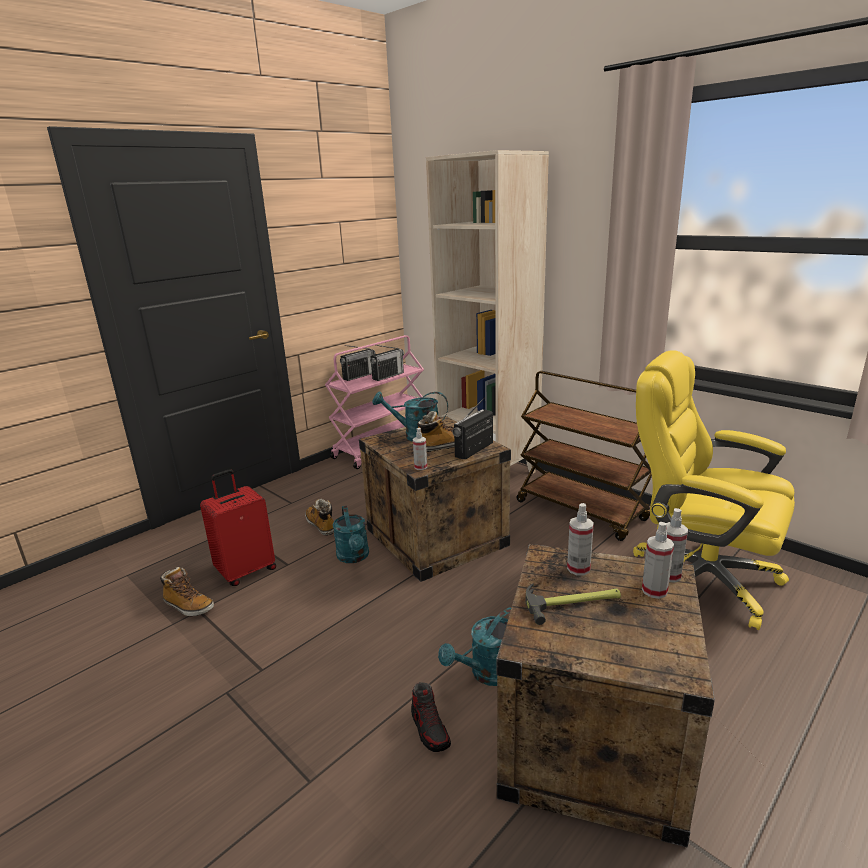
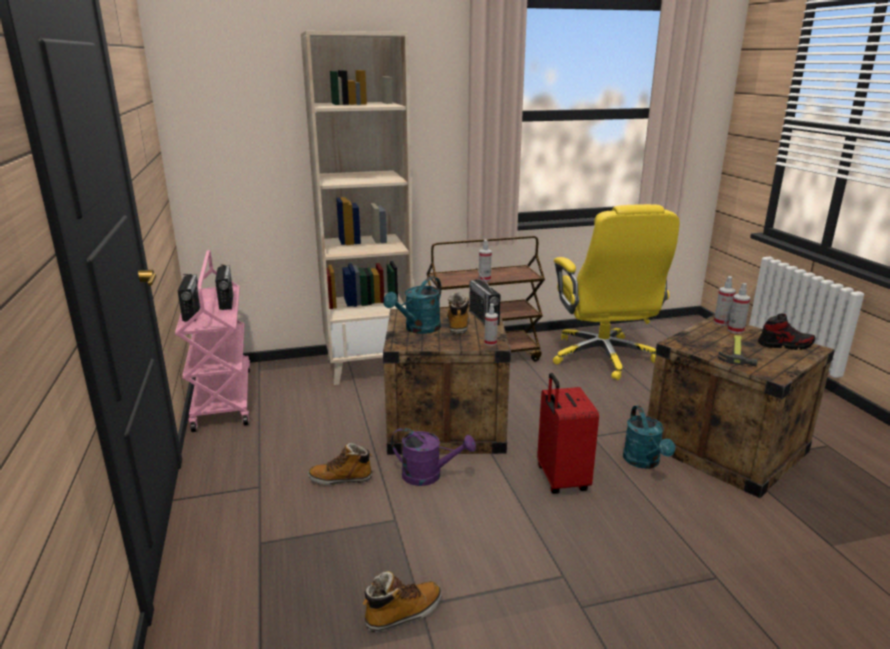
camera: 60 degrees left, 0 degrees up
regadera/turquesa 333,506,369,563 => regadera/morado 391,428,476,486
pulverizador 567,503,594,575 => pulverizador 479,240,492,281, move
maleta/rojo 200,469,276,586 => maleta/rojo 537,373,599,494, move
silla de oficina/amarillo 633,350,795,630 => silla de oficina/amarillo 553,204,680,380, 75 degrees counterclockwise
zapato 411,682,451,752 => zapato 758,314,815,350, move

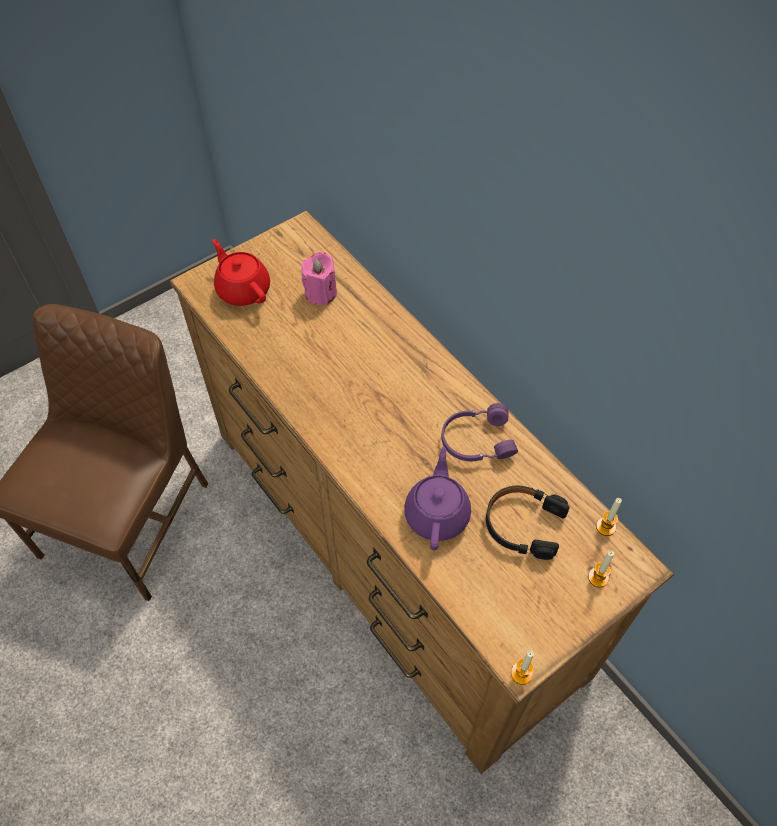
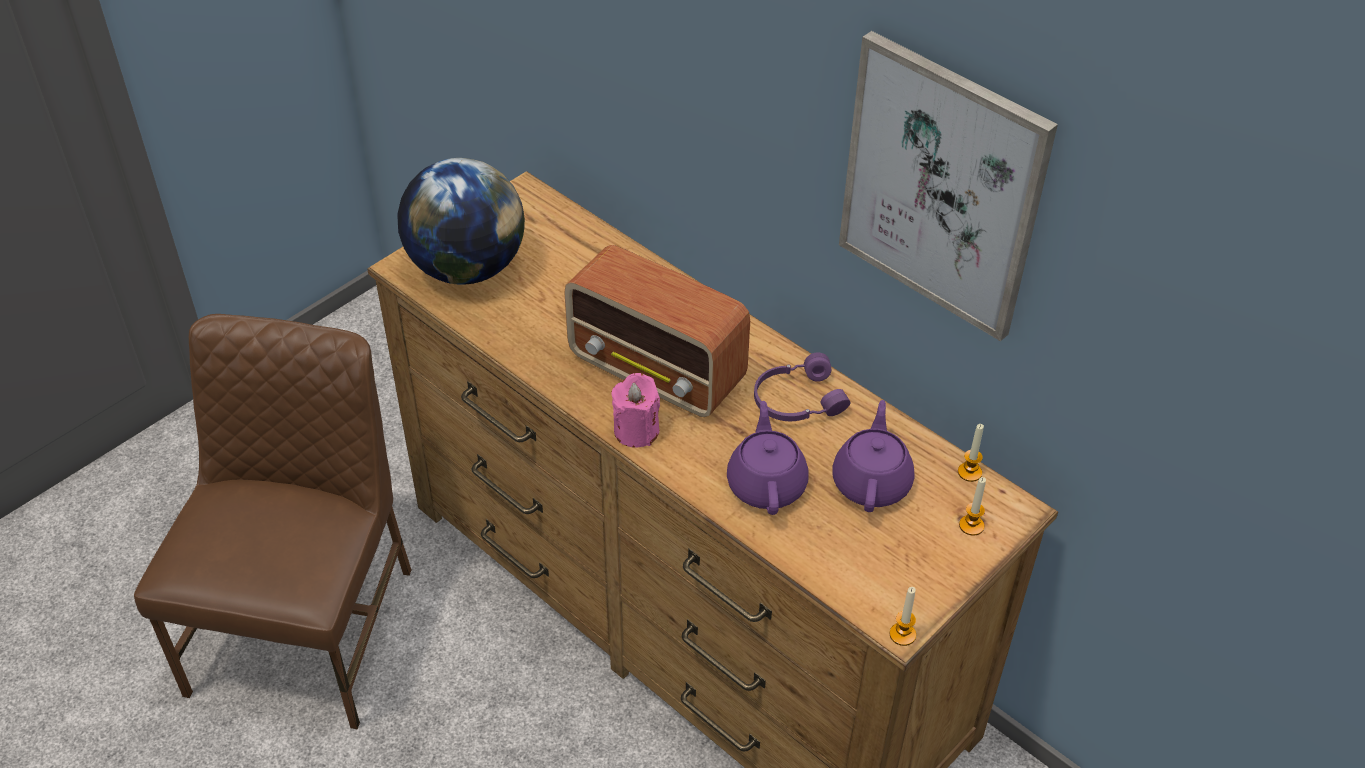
camera: 10 degrees left, 10 degrees down
tetera/rojo 212,239,270,306 => globo terráqueo 397,158,525,285
nothing => radio 564,245,750,417
vela/rosa 301,252,337,305 => vela/rosa 611,373,660,447, move
auriculares/negro 486,486,569,560 => tetera/morado 832,400,915,512
nothing => cuadro 839,31,1058,341

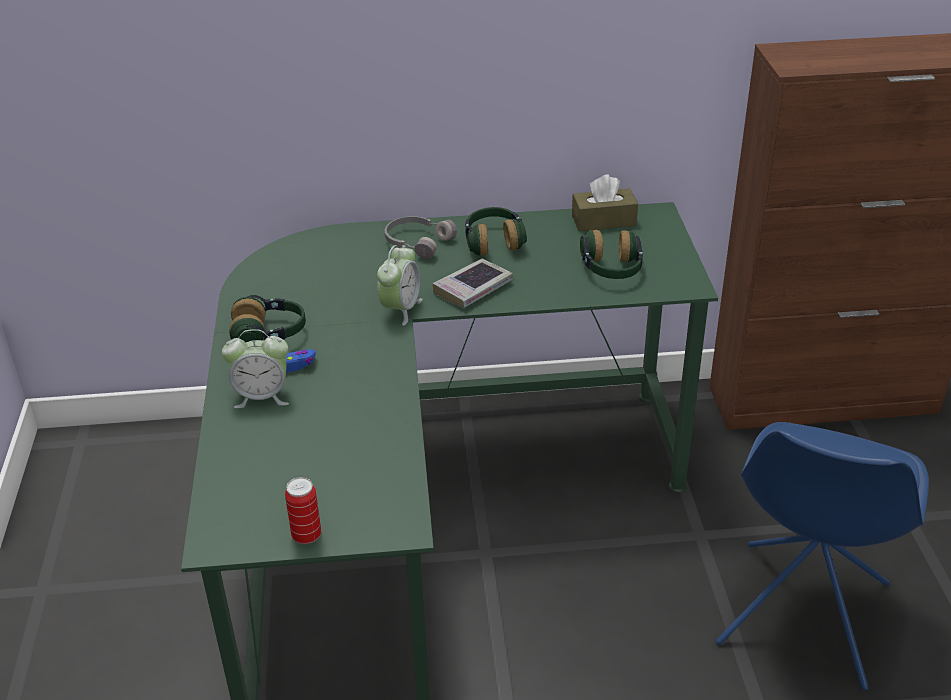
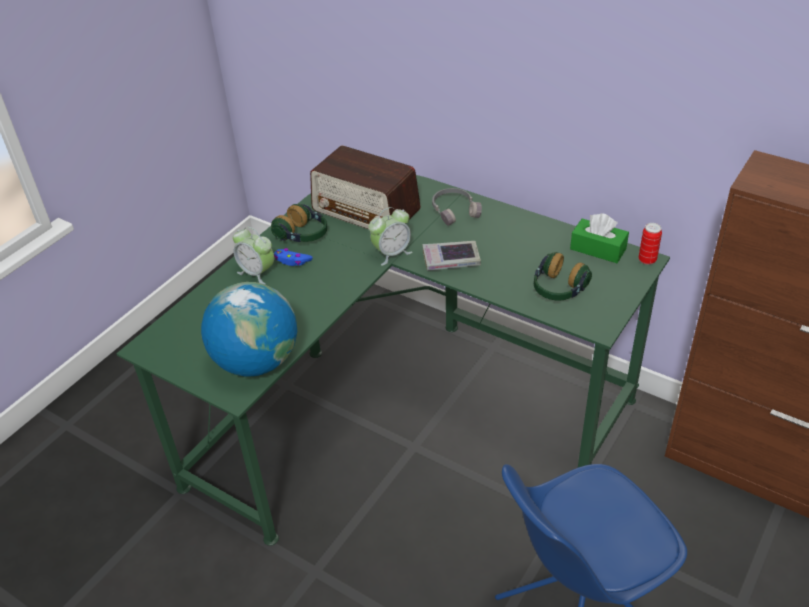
camera: 40 degrees right, 5 degrees up
nothing => globo terráqueo 201,282,297,377
nothing => radio 310,145,421,229
caja de pañuelos/marrón 572,174,638,231 => caja de pañuelos/verde 570,213,629,263
lata 285,477,321,544 => lata 639,223,662,265, move
auriculares 465,207,527,256 => nothing

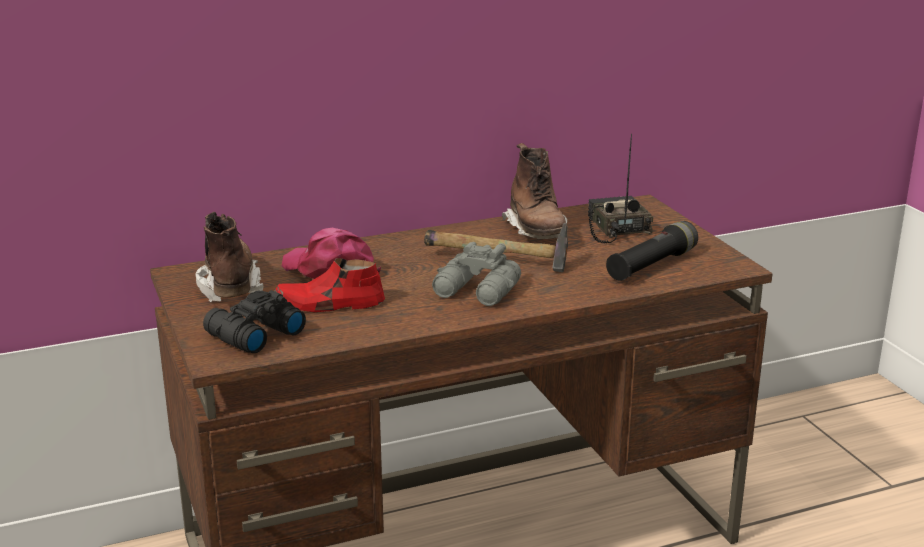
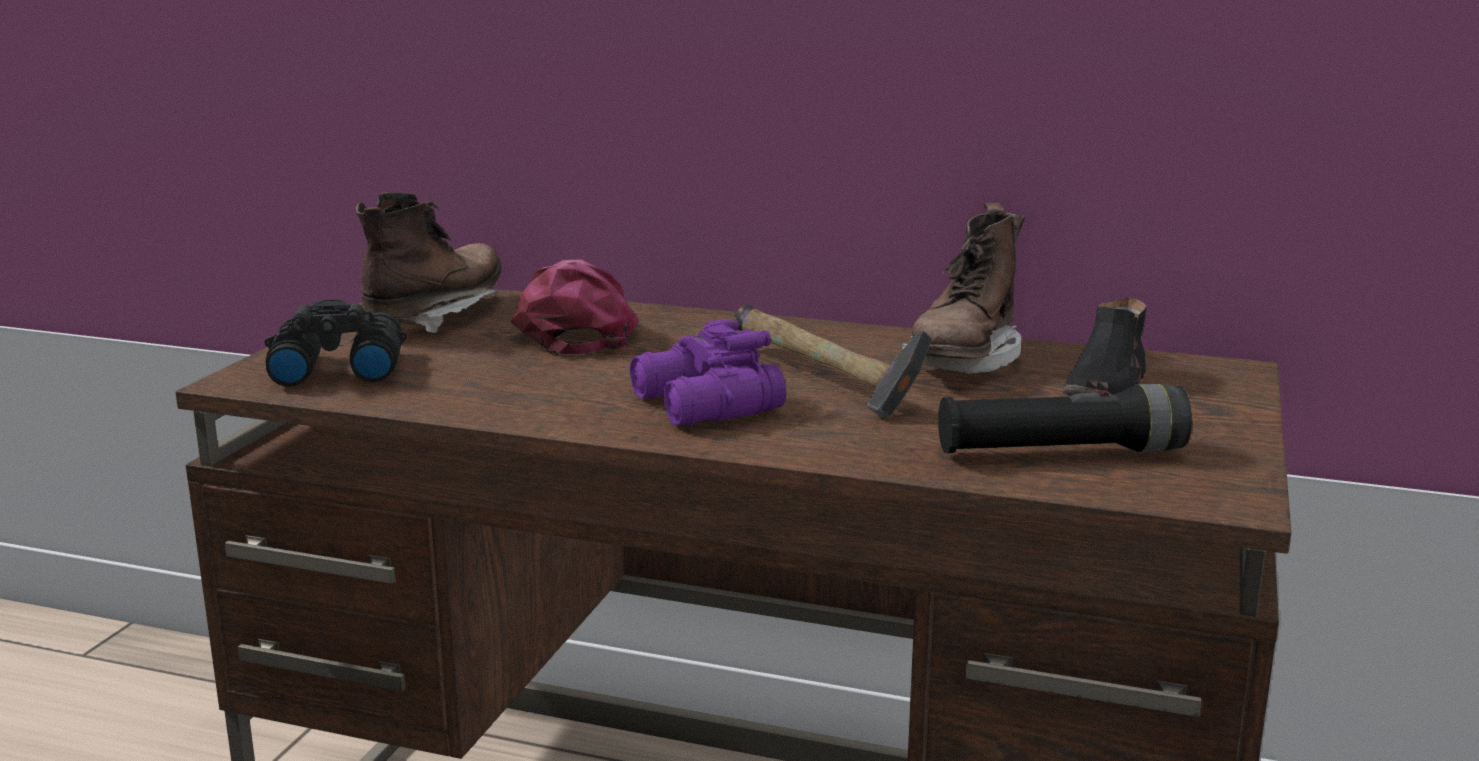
camera: 40 degrees right, 5 degrees down
prismáticos/gris 432,242,521,306 => prismáticos/morado 630,319,786,426
radio 588,134,653,243 => zapato/negro 1062,297,1147,396
zapato/rojo 275,258,385,312 => nothing

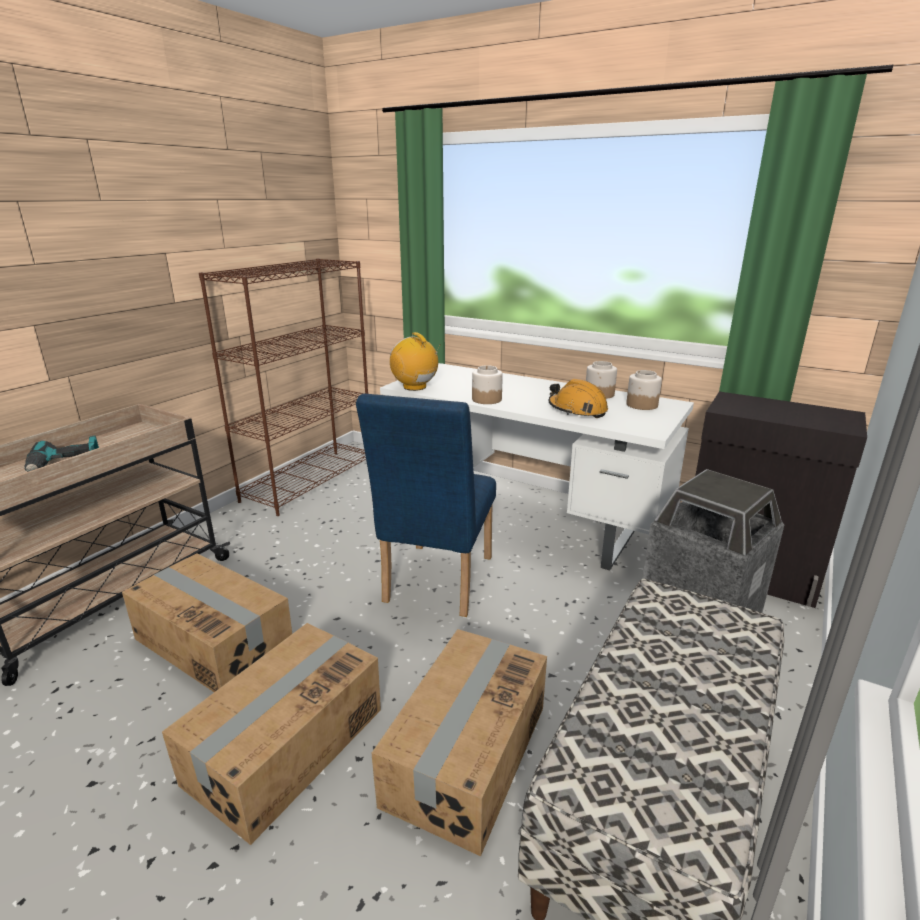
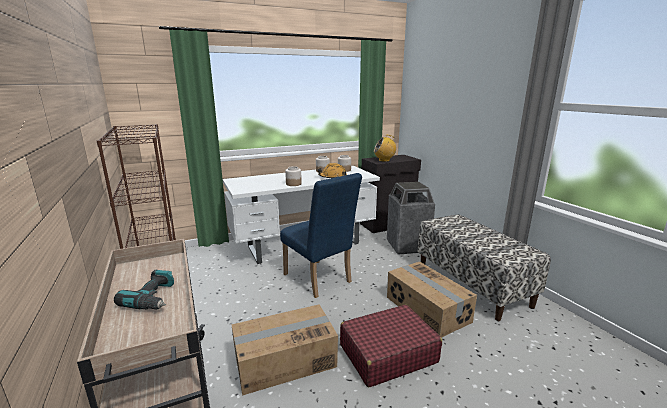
camera: 55 degrees left, 5 degrees down
caja de cartón 162,623,381,845 => maleta/rojo 340,305,442,387
radio 390,332,439,391 => radio 374,135,396,162, move

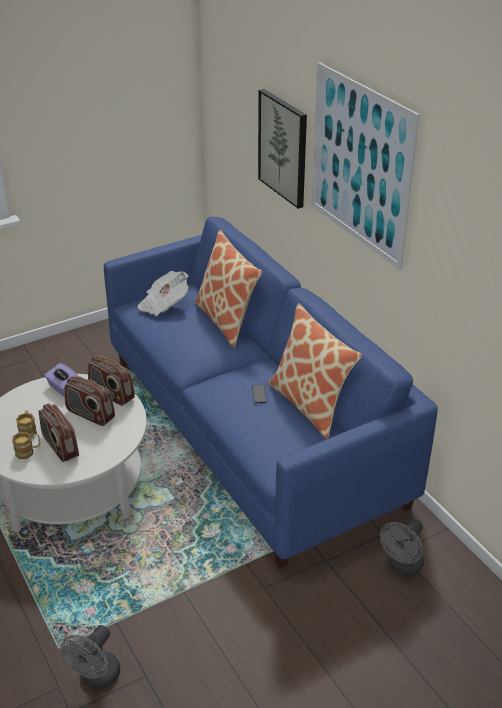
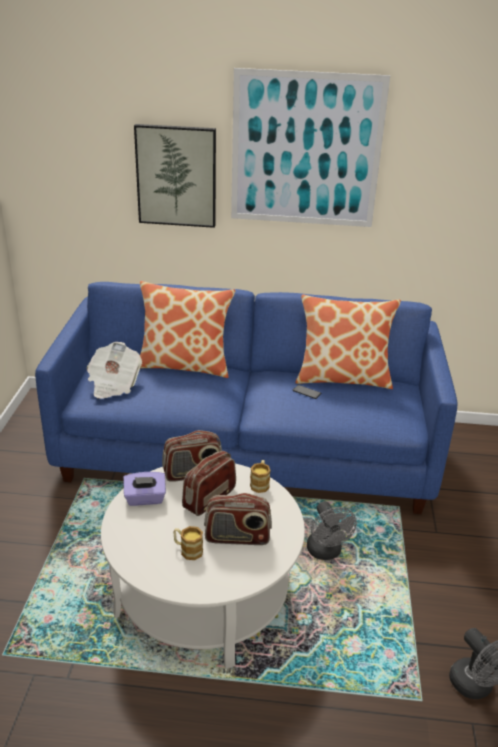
camera: 55 degrees left, 5 degrees down
radio 64,376,115,426 => radio 182,451,236,516, 150 degrees clockwise
taza grande 12,432,40,459 => taza grande 250,460,271,493, move
ventilador/gris 380,519,424,576 => ventilador/gris 307,501,357,560, move

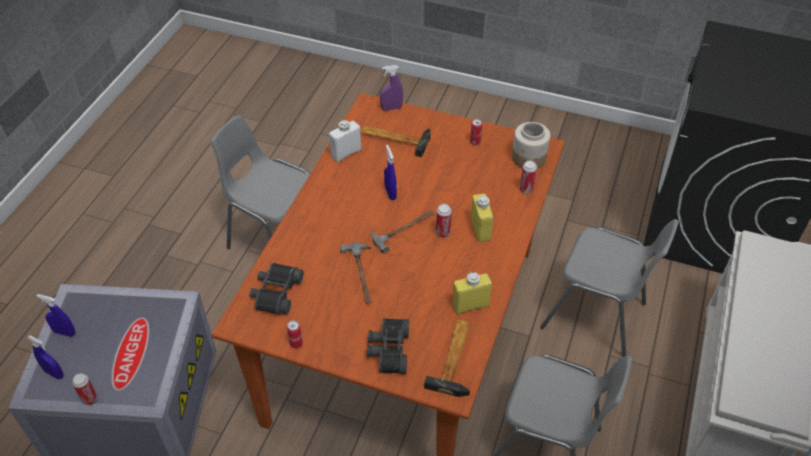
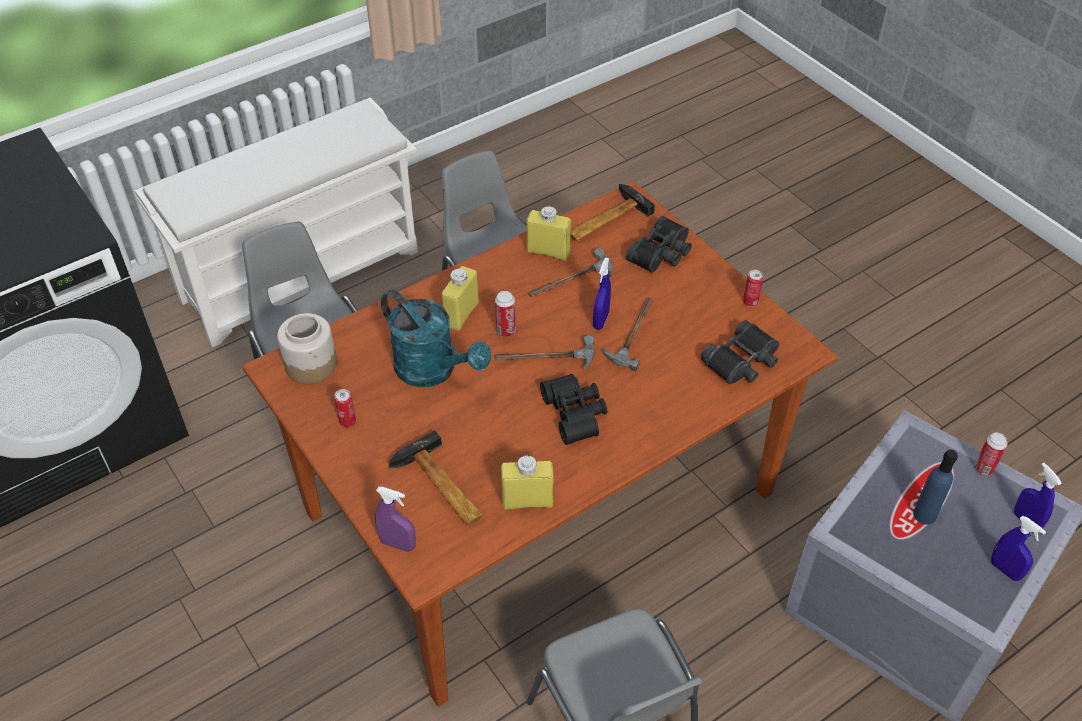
camera: 145 degrees left, 0 degrees up
nothing => regadera/turquesa 381,290,491,387
botella/blanco 329,120,361,162 => botella/amarillo 501,455,554,510
nothing => martillo 528,248,613,297
nothing => prismáticos/negro 540,374,607,445
pulverizador/azul 384,145,397,200 => pulverizador/azul 593,257,611,330, move
nothing => botella/azul 913,450,958,525
lata 520,161,537,194 => nothing

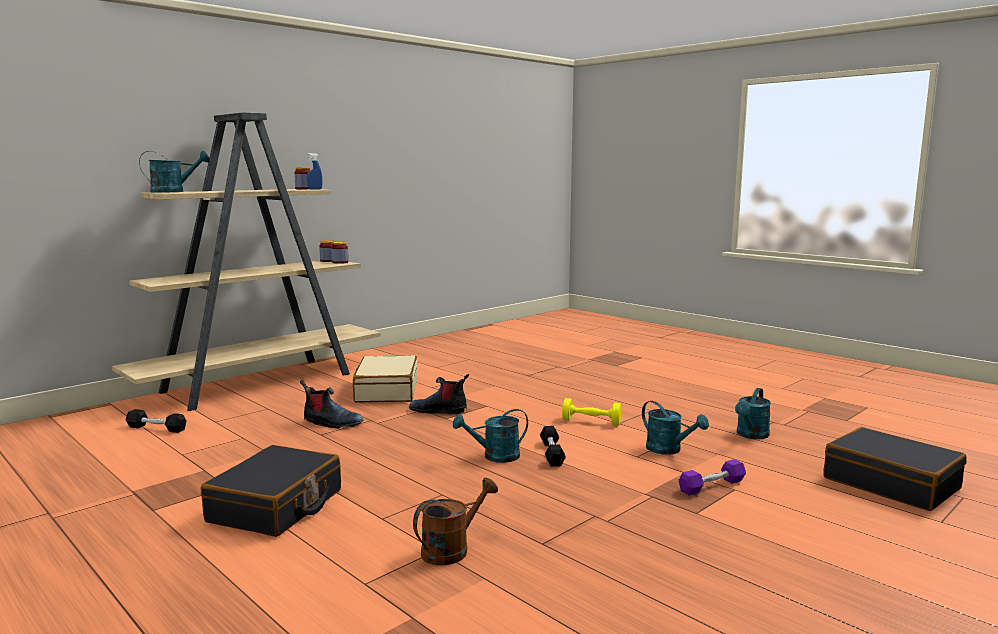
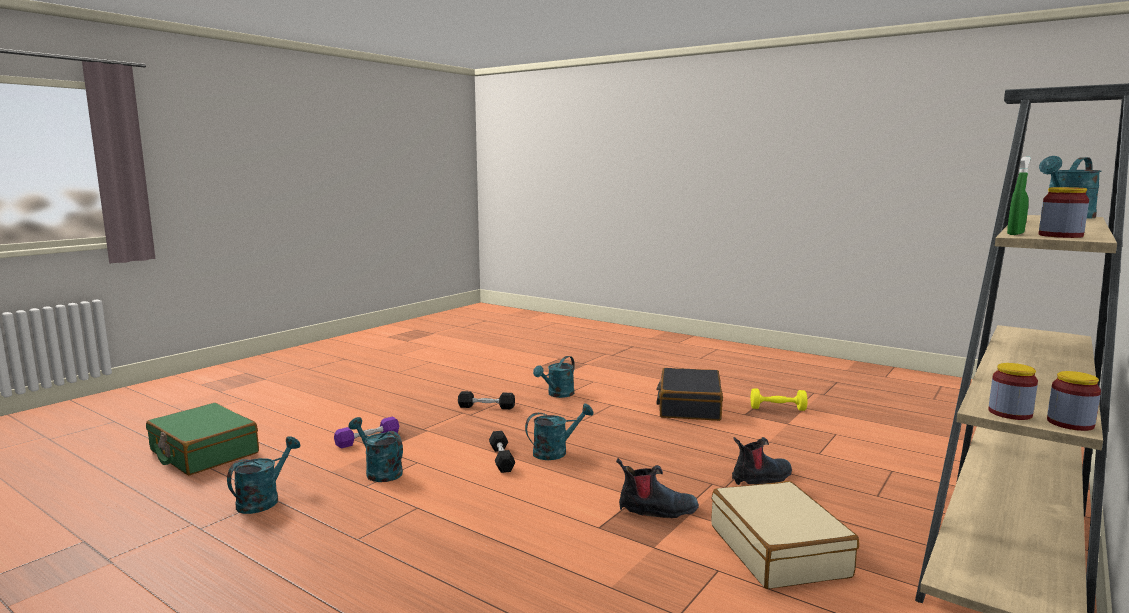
camera: 170 degrees right, 0 degrees up
maleta/negro 823,427,967,511 => maleta/verde 146,403,259,475
mancuerna/negro 126,409,187,433 => mancuerna/negro 458,391,515,409, move
regadera/marrón 413,478,498,565 => regadera/turquesa 533,356,575,398
bota 300,380,363,428 => bota 732,437,792,485, 150 degrees clockwise
mancuerna/amarillo 562,398,621,425 => mancuerna/amarillo 751,388,807,411, move
pulverizador/azul 307,153,322,190 => pulverizador/verde 1007,157,1031,235

